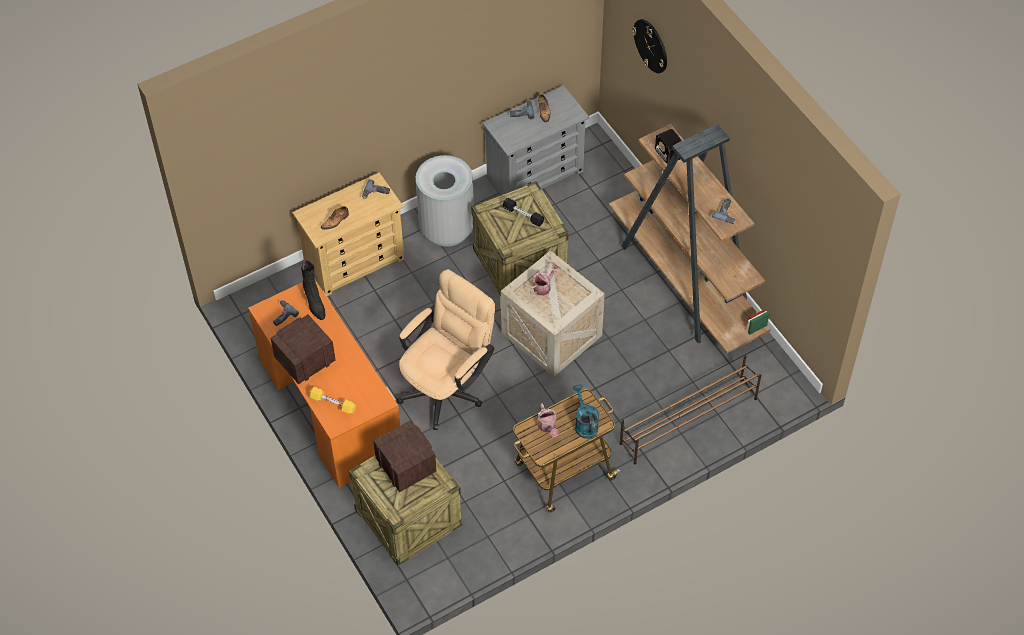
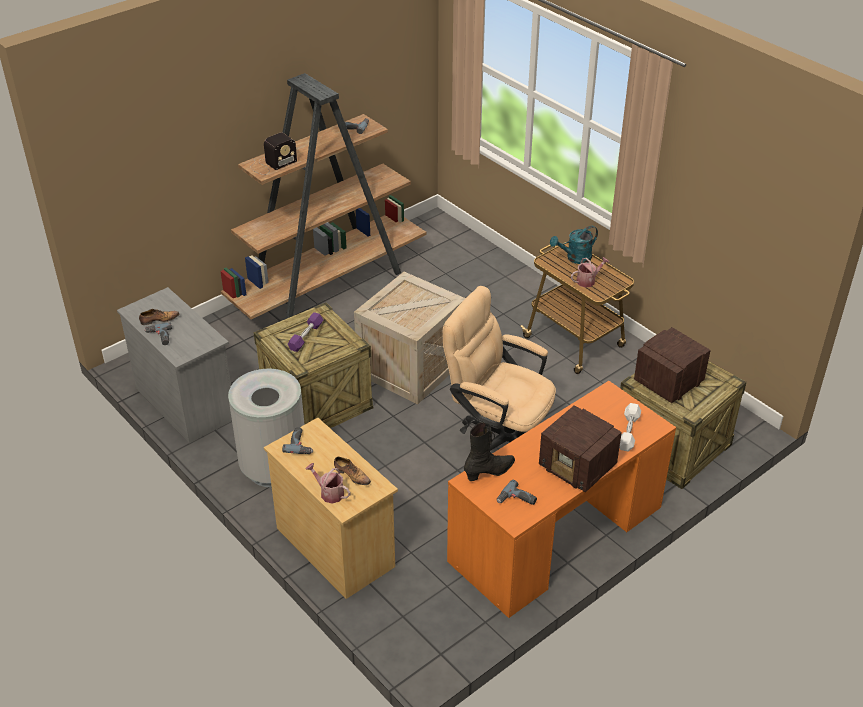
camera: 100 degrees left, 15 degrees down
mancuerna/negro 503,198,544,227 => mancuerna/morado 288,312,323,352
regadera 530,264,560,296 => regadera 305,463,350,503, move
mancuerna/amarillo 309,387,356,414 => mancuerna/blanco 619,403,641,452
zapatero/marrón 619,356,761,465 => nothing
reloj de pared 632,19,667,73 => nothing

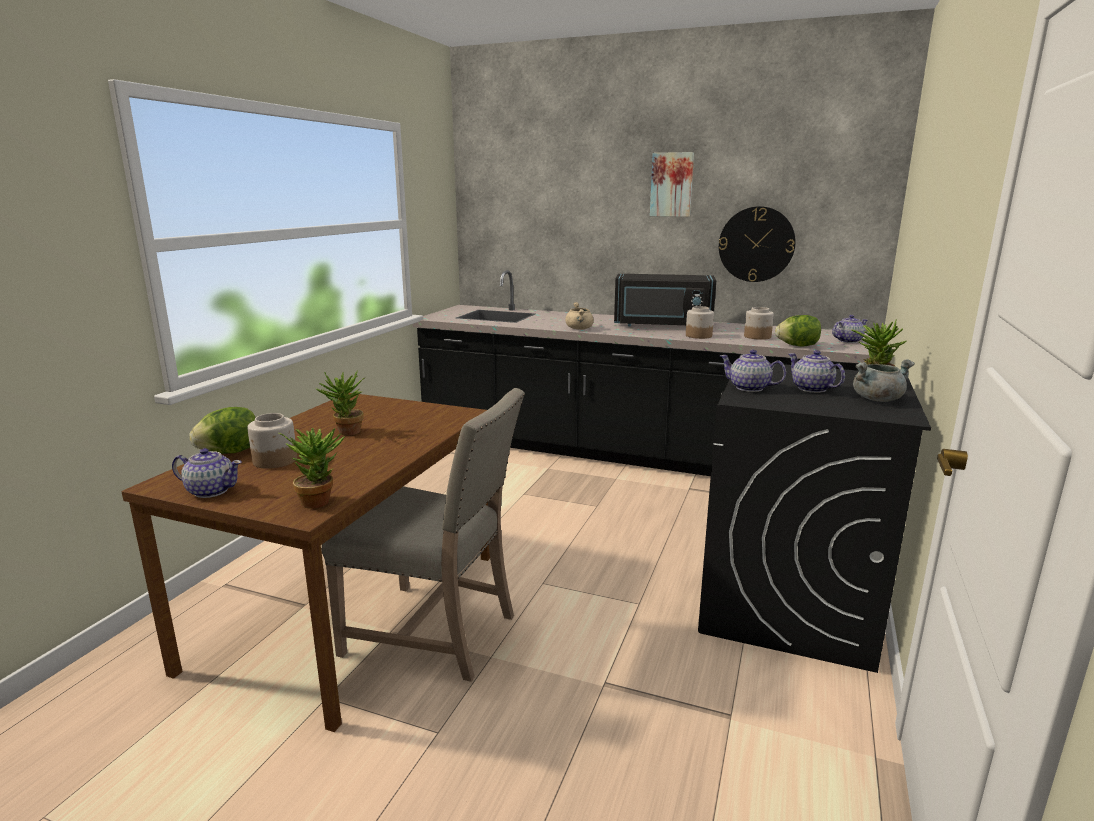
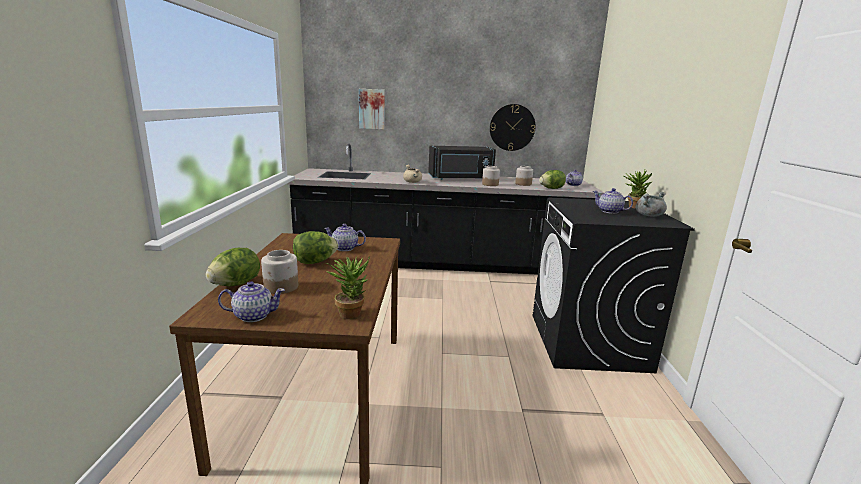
camera: 20 degrees left, 0 degrees up
planta en maceta 316,370,366,435 => lechuga 293,231,338,264
tetera 720,350,786,392 => tetera 324,224,366,251, move
cuadro 650,152,694,217 => cuadro 359,89,385,129, move
silla/beis 322,388,525,682 => nothing

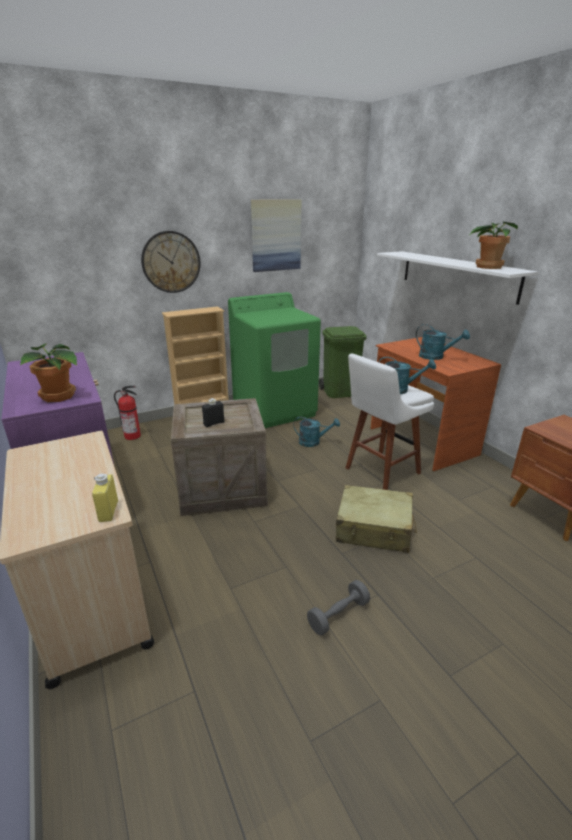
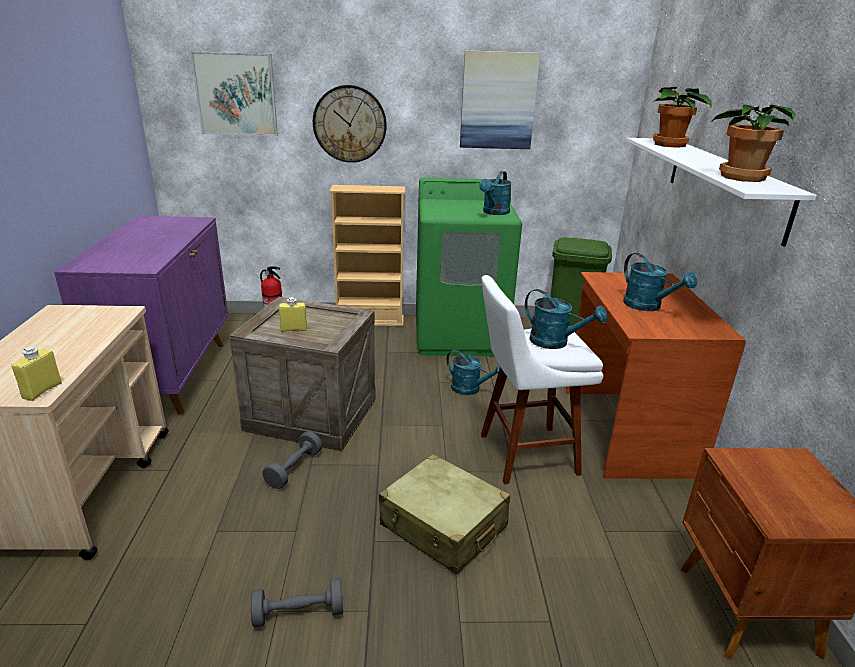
camera: 25 degrees right, 0 degrees up
nothing => cuadro 191,51,278,136
nothing => mancuerna/gris 263,431,322,489
botella/negro 202,398,225,427 => botella/amarillo 279,297,307,332
nothing => regadera/turquesa 479,171,512,215
planta en maceta 20,343,77,402 => planta en maceta 653,87,712,148, move

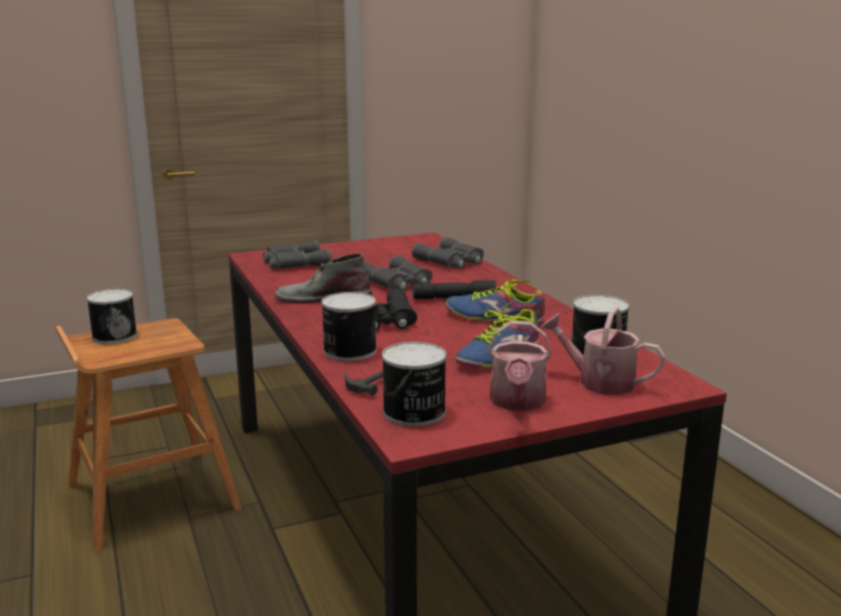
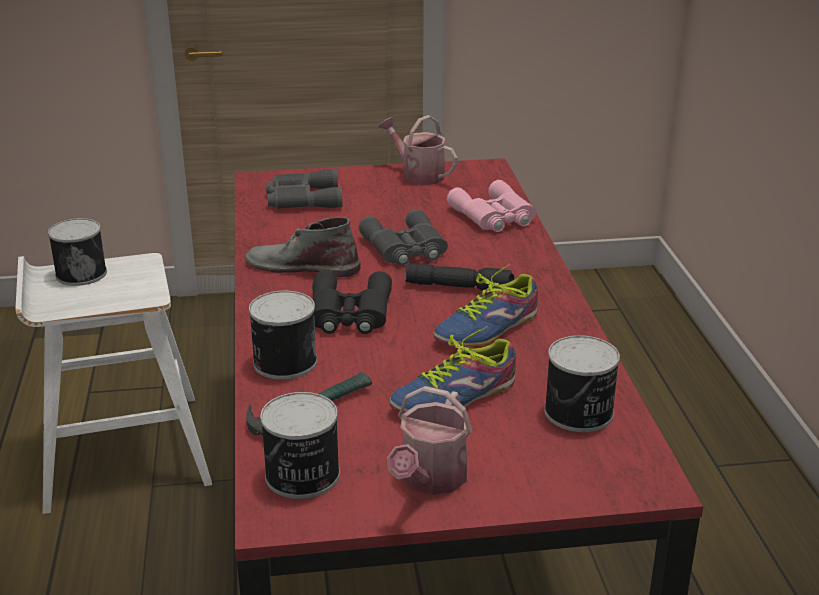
camera: 15 degrees right, 10 degrees up
taburete/marrón 55,318,242,552 => taburete/blanco 16,253,212,514
regadera 541,307,665,395 => regadera 378,115,457,185, move
zapato 445,279,545,324 => zapato 433,264,538,347, 75 degrees counterclockwise
prismáticos/gris 412,237,484,268 => prismáticos/rosa 447,180,536,232

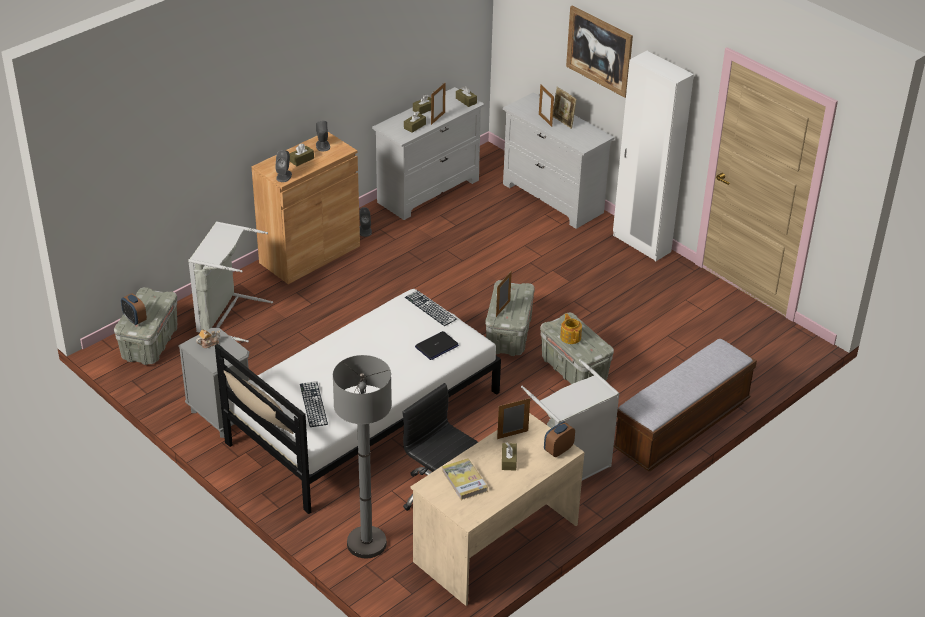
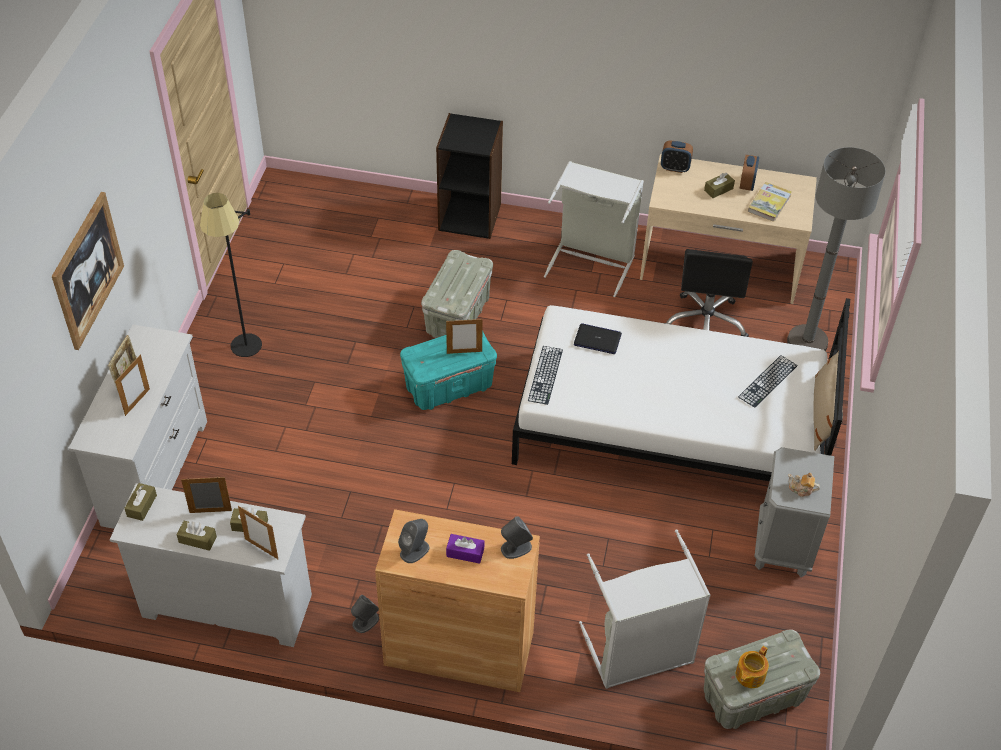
camera: 125 degrees left, 10 degrees up
nothing => lámpara de pie/negro 200,193,262,357
portarretratos 497,398,530,439 => portarretratos 238,506,278,559, move
caja de almacenaje/gris 485,280,535,356 => caja de almacenaje/turquesa 400,330,497,410
banco 614,339,757,472 => estantería/negro 436,113,503,239
caja de pañuelos/marrón 289,144,314,166 => caja de pañuelos/morado 446,534,484,564
tetera 560,313,582,344 => tetera 736,646,769,688, move
despertador 121,293,147,325 => despertador 739,155,759,191, move
armario ropero/blanco 613,51,694,261 => nothing

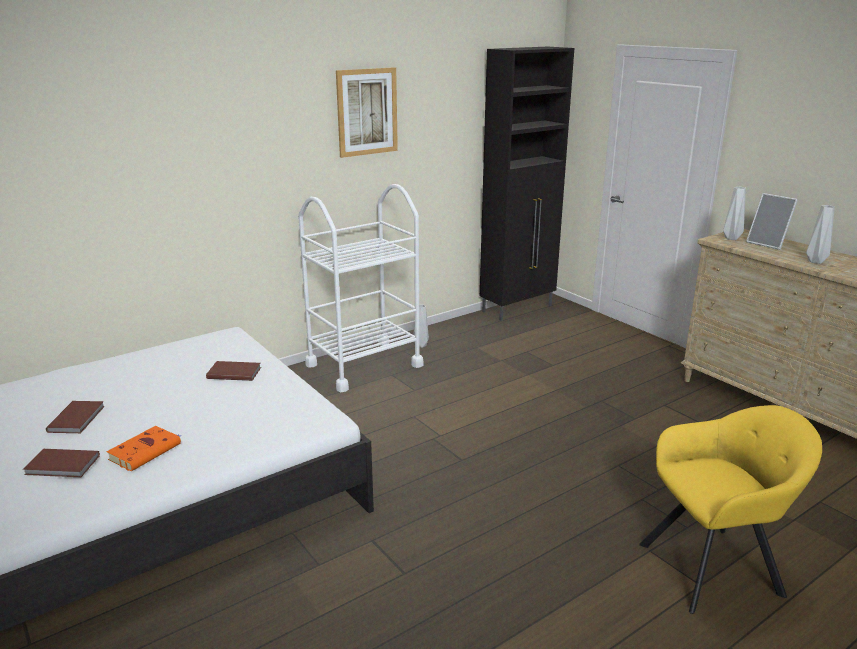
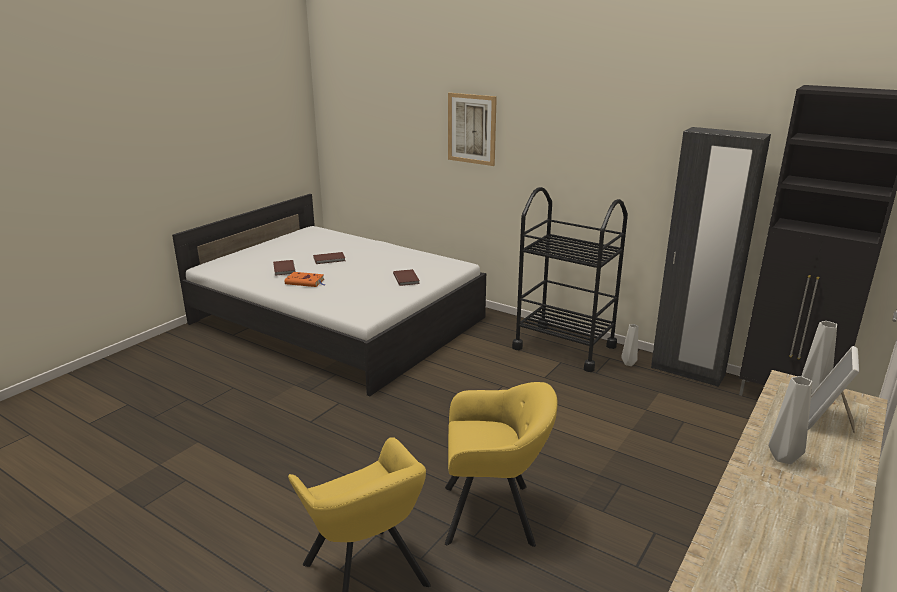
camera: 70 degrees right, 0 degrees up
nothing => sillón/amarillo 445,382,558,547
cuadro 336,67,398,158 => cuadro 448,93,497,166, move
carrito/blanco 298,184,423,392 => carrito/negro 512,187,628,372
nothing => armario ropero/negro 651,127,771,387

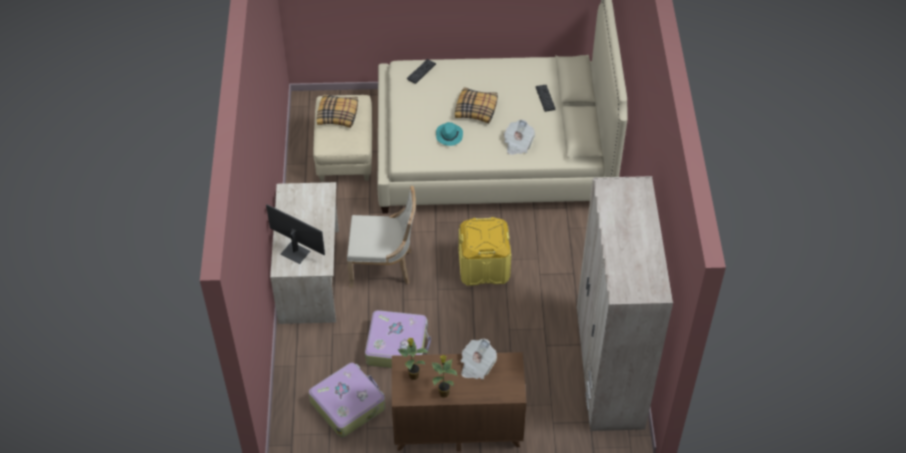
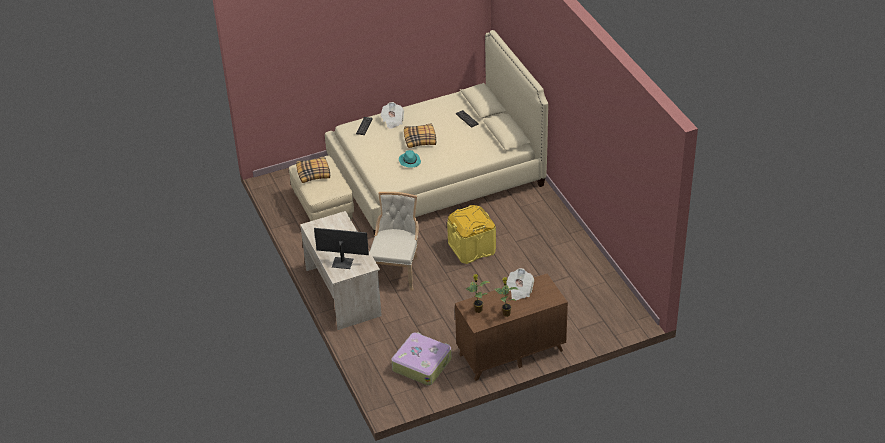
camera: 20 degrees left, 10 degrees down
silla/beis 347,186,416,287 => silla/beis 370,192,419,290, 60 degrees counterclockwise
periódico 504,120,535,155 => periódico 380,102,404,129, move
maleta 365,310,431,368 => nothing
armario ropero/beis 577,176,673,431 => nothing

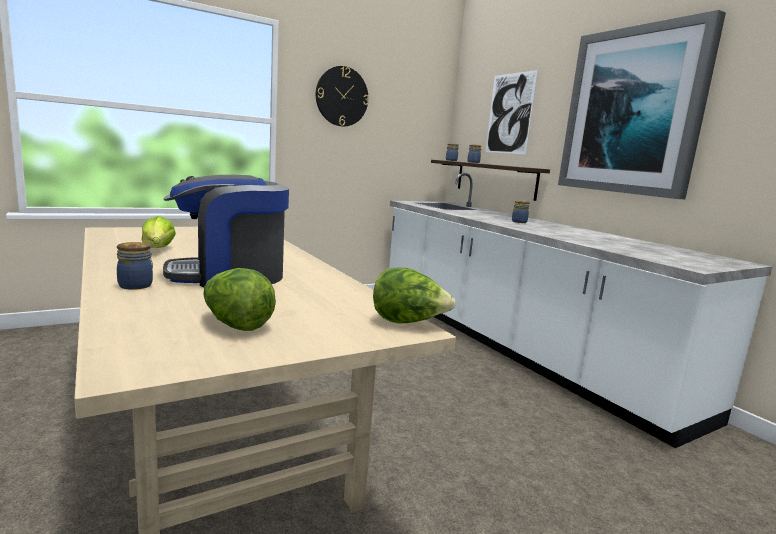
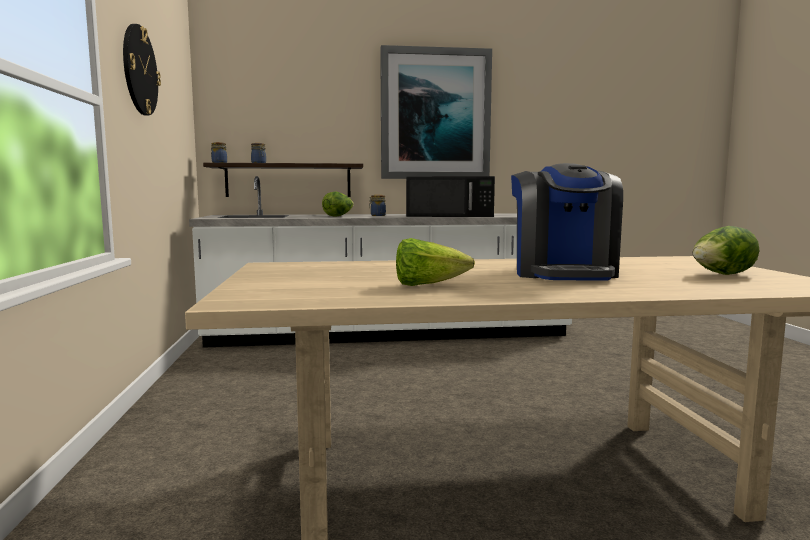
camera: 65 degrees left, 5 degrees down
lechuga 373,268,456,324 => lechuga 322,192,354,217, move
nothing => microondas/negro 406,176,495,217
tarro 117,242,153,290 => nothing
cuadro 486,70,538,154 => nothing

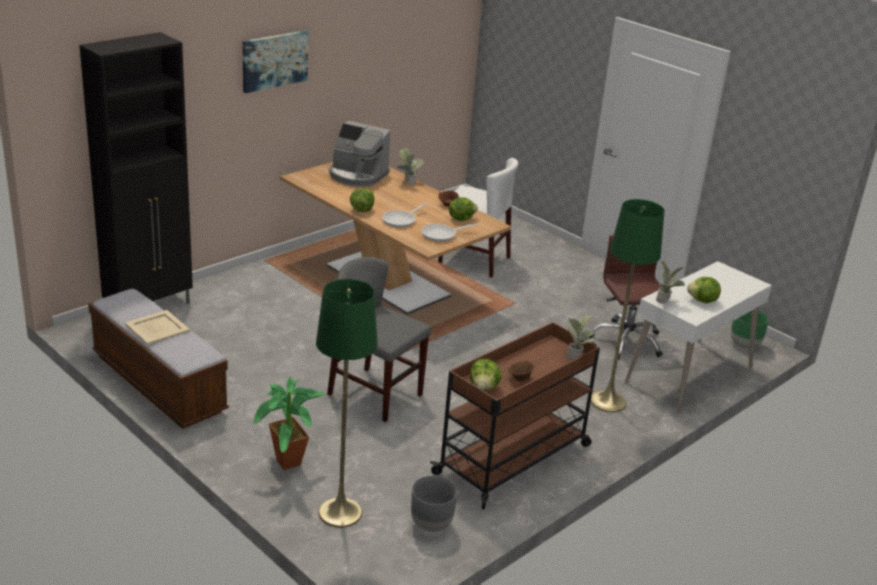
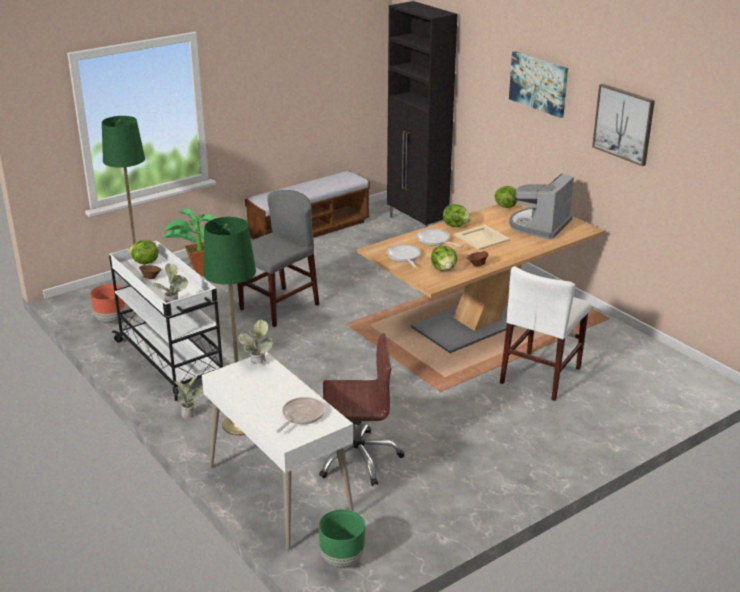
camera: 100 degrees right, 0 degrees up
maceta/gris 411,476,457,532 => maceta/marrón 90,284,126,324
carrito/marrón 430,322,600,509 => carrito/blanco 109,241,223,401
planta en maceta 397,148,424,186 => planta en maceta 174,376,203,419, move
nothing => sartén 276,397,325,433
bandeja/beis 125,310,190,345 => bandeja/beis 454,225,510,250, move
lechuga 687,277,721,303 => lechuga 495,186,517,208, move
nothing => cuadro 592,84,655,166

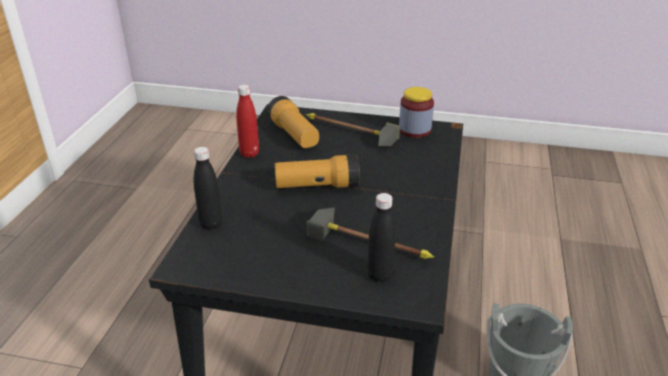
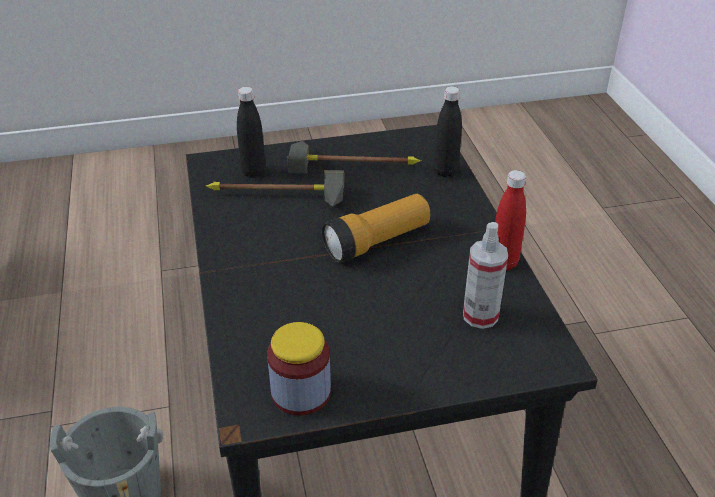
camera: 155 degrees right, 5 degrees up
martillo 306,113,400,146 => martillo 287,141,421,174, move
linterna 267,96,319,148 => pulverizador 463,222,508,329

